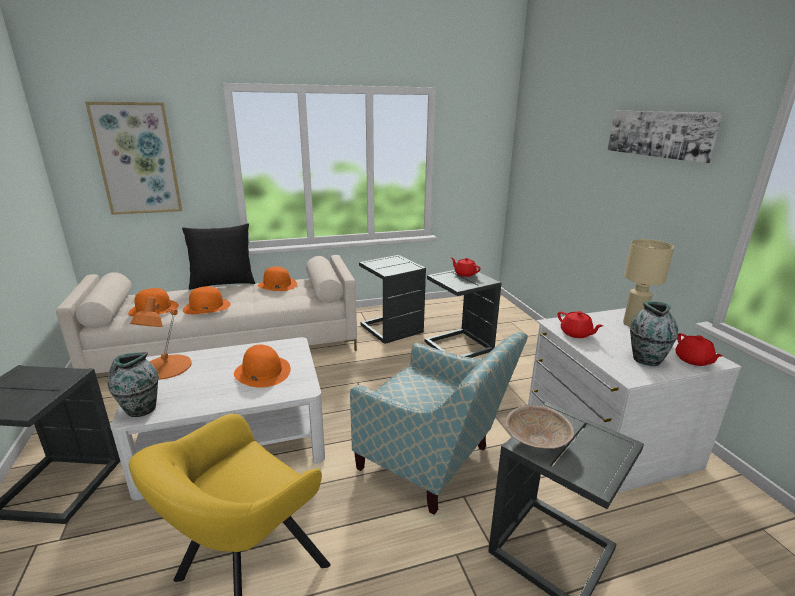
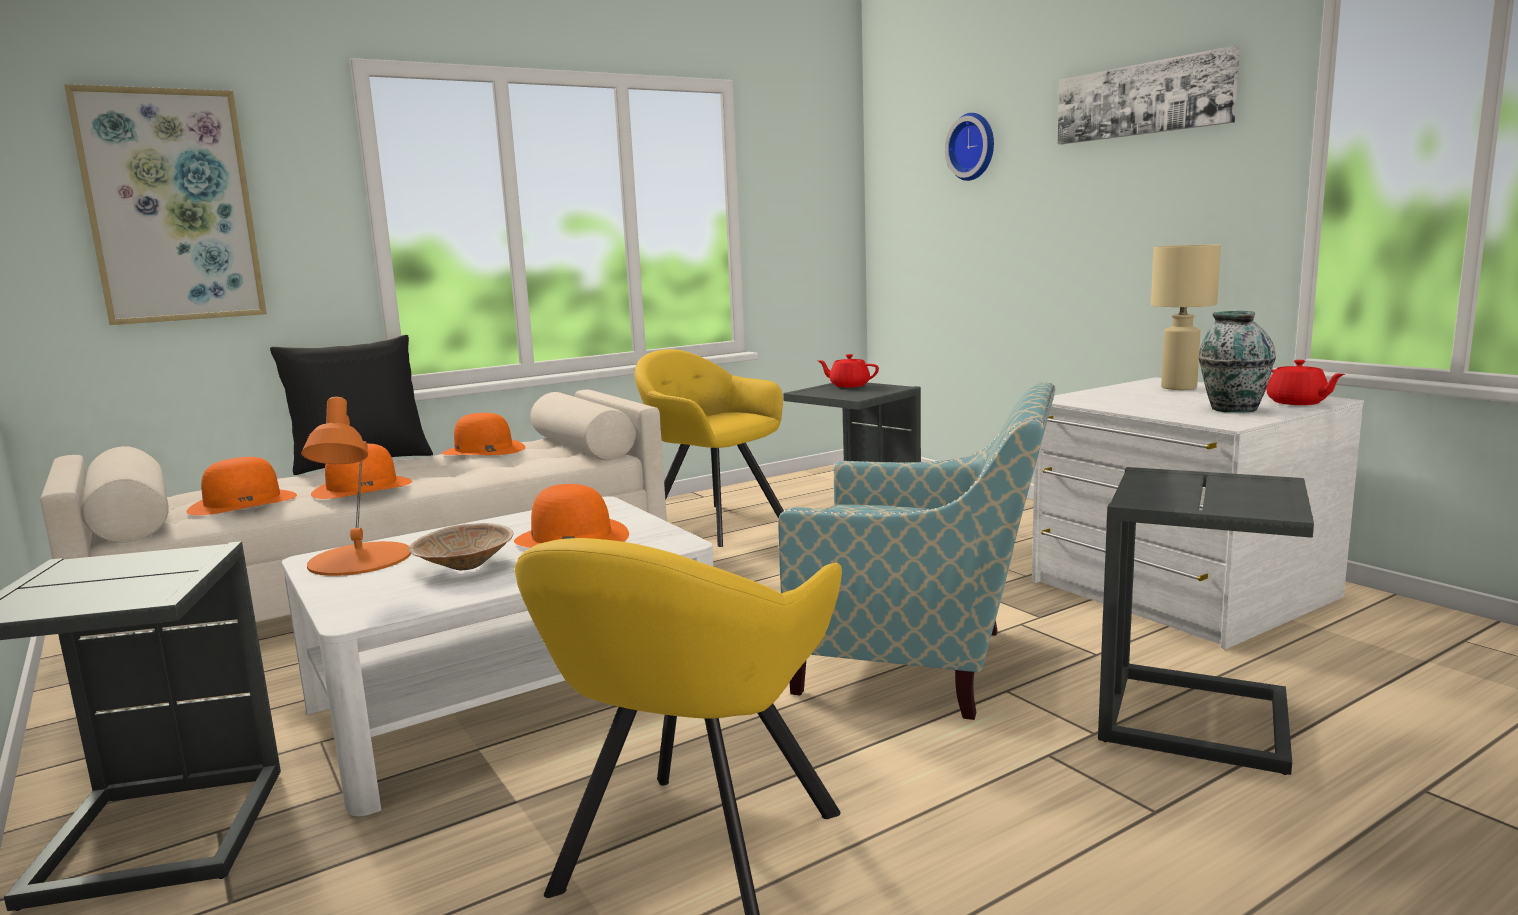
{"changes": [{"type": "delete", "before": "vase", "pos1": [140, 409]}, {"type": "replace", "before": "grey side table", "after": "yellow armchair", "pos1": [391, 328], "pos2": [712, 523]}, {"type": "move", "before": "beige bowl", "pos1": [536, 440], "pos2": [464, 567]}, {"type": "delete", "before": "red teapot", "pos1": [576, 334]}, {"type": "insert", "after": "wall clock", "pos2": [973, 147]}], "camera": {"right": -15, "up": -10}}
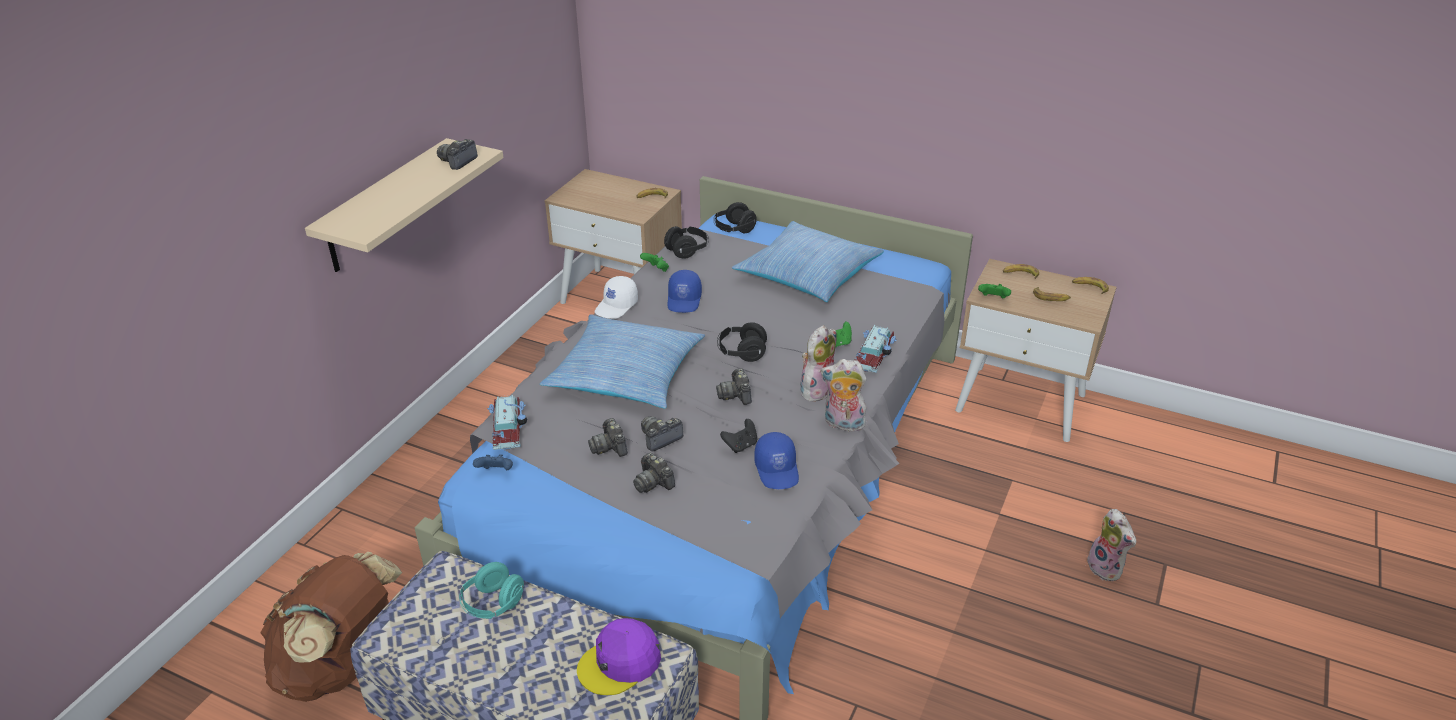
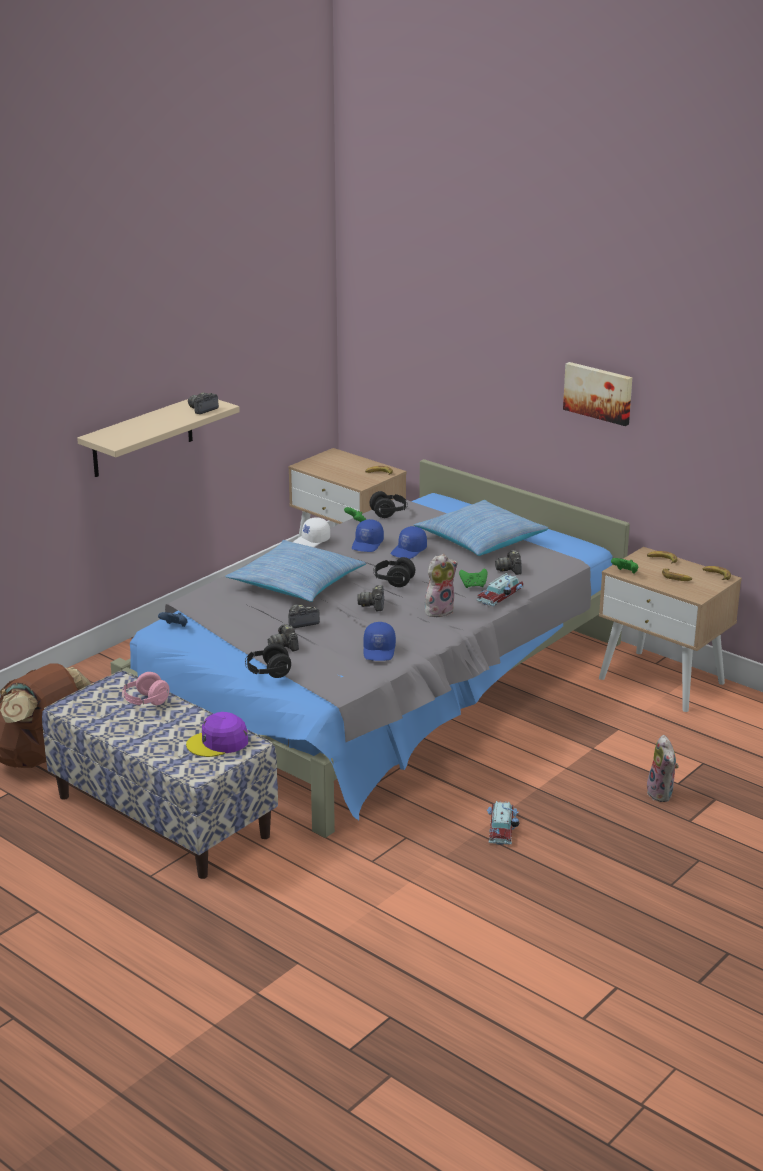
{"changes": [{"type": "recolor", "before": "turquoise headphones", "after": "pink headphones", "pos1": [493, 604], "pos2": [145, 702]}, {"type": "move", "before": "toy car", "pos1": [509, 426], "pos2": [502, 827]}, {"type": "move", "before": "photo camera", "pos1": [609, 447], "pos2": [509, 569]}, {"type": "move", "before": "black headphones", "pos1": [734, 230], "pos2": [268, 673]}, {"type": "delete", "before": "black game controller", "pos1": [741, 445]}, {"type": "delete", "before": "plush toy", "pos1": [842, 424]}, {"type": "insert", "after": "blue cap", "pos2": [409, 551]}, {"type": "insert", "after": "picture", "pos2": [599, 392]}], "camera": {"right": 15, "up": -10}}
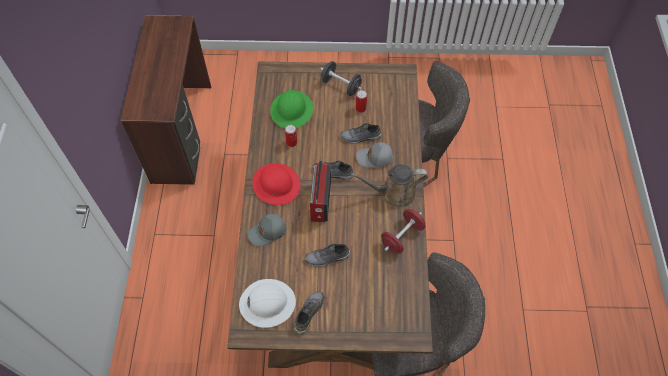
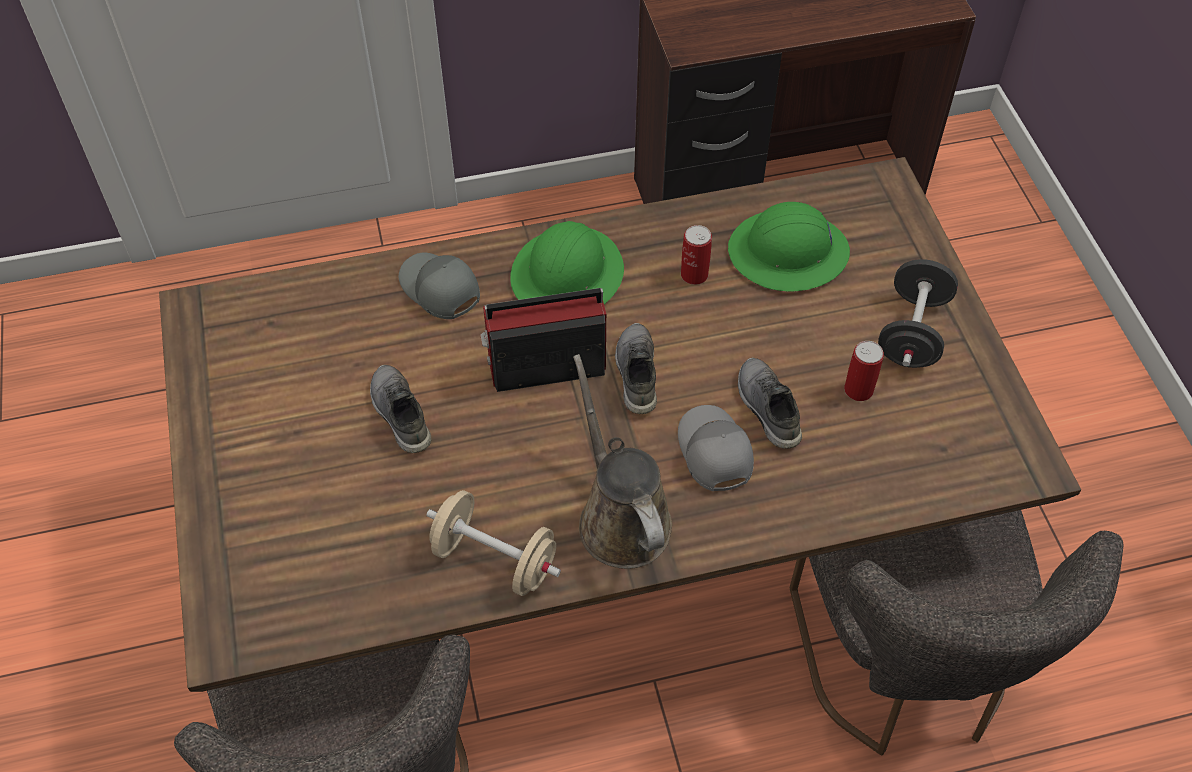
{"changes": [{"type": "delete", "before": "white hard hat", "pos1": [267, 303]}, {"type": "recolor", "before": "red hard hat", "after": "green hard hat", "pos1": [276, 184], "pos2": [568, 275]}, {"type": "delete", "before": "grey shoe", "pos1": [308, 313]}, {"type": "recolor", "before": "red dumbbell", "after": "beige dumbbell", "pos1": [402, 237], "pos2": [494, 559]}], "camera": {"right": 75, "up": -5}}
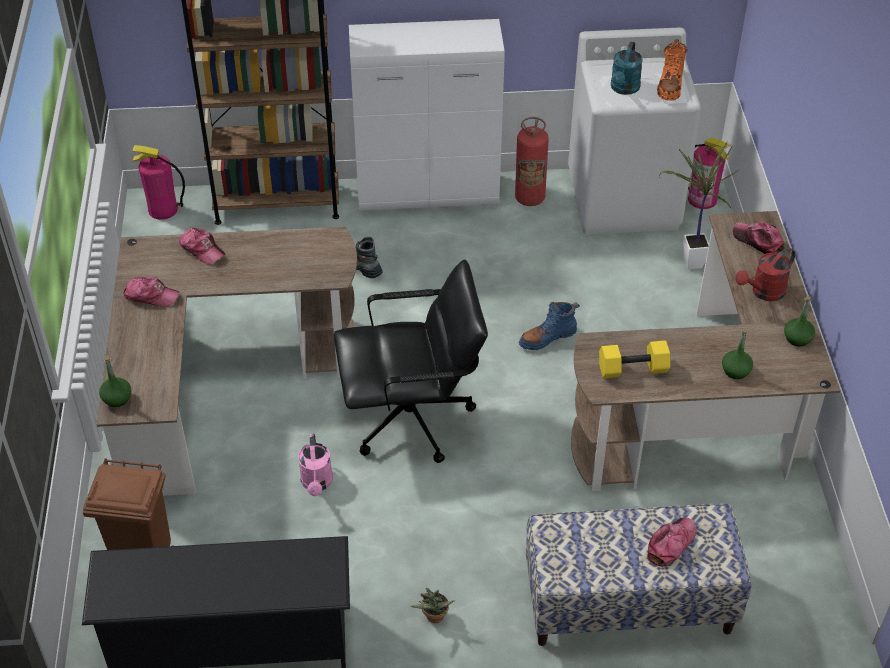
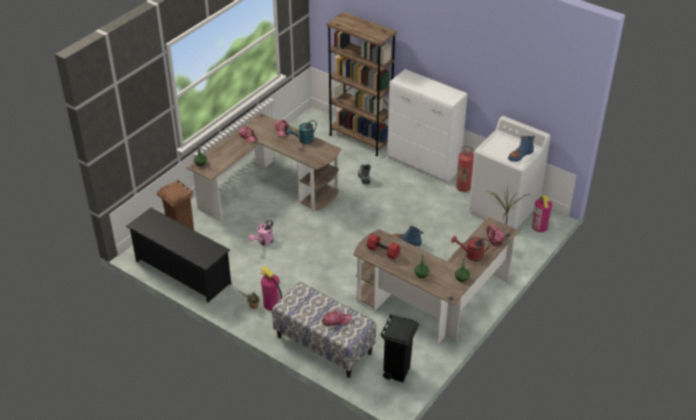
{"changes": [{"type": "move", "before": "fire extinguisher", "pos1": [163, 210], "pos2": [271, 304]}, {"type": "delete", "before": "black office chair", "pos1": [412, 419]}, {"type": "recolor", "before": "yellow dumbbell", "after": "red dumbbell", "pos1": [632, 370], "pos2": [382, 251]}, {"type": "move", "before": "turquoise watering can", "pos1": [624, 89], "pos2": [303, 140]}, {"type": "recolor", "before": "orange boot", "after": "blue boot", "pos1": [670, 85], "pos2": [520, 156]}, {"type": "insert", "after": "black trash can", "pos2": [397, 372]}], "camera": {"right": 40, "up": -5}}
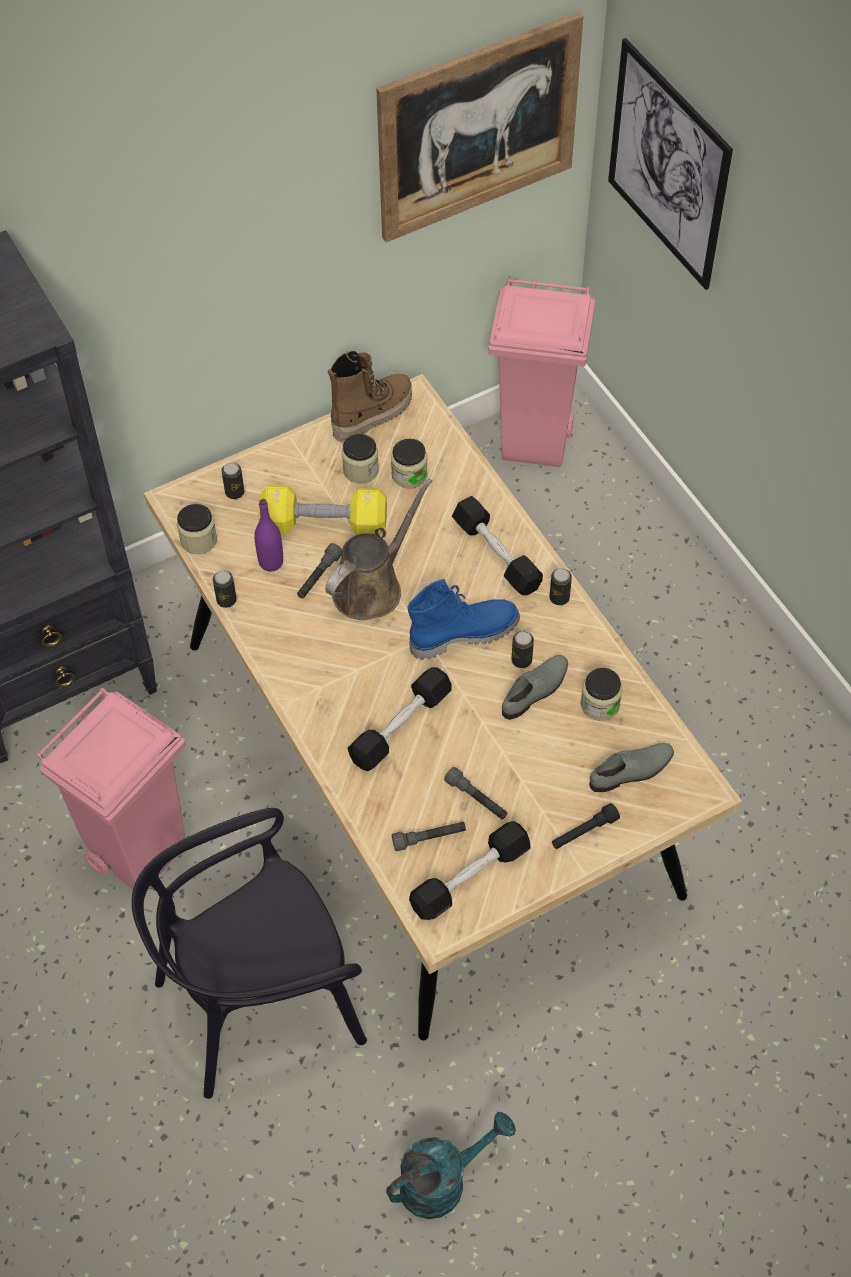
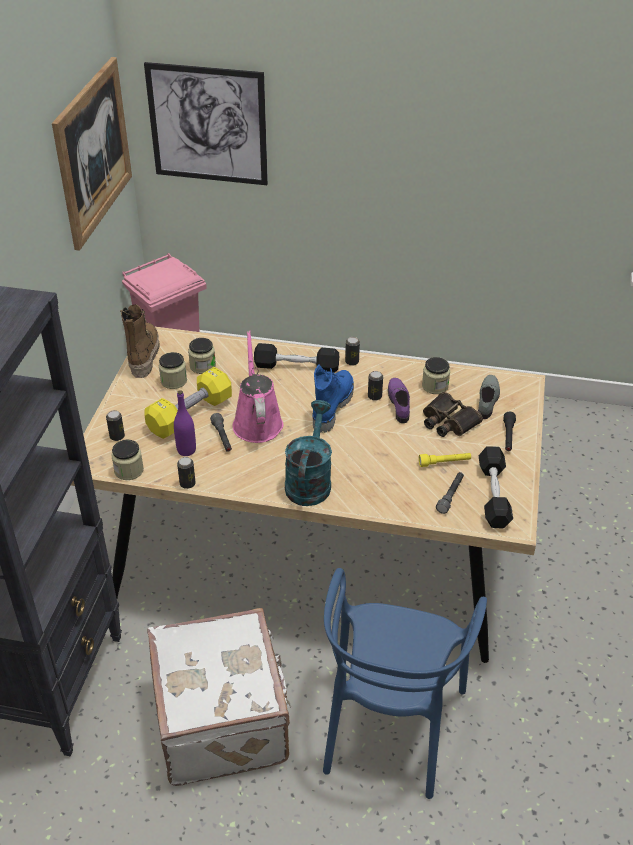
{"changes": [{"type": "replace", "before": "pink trash can", "after": "white suitcase", "pos1": [141, 852], "pos2": [223, 719]}, {"type": "recolor", "before": "black chair", "after": "blue chair", "pos1": [260, 1003], "pos2": [390, 726]}, {"type": "recolor", "before": "brown watering can", "after": "pink watering can", "pos1": [372, 587], "pos2": [257, 421]}, {"type": "delete", "before": "black dumbbell", "pos1": [400, 727]}, {"type": "move", "before": "turquoise watering can", "pos1": [443, 1180], "pos2": [309, 481]}, {"type": "recolor", "before": "grey flashlight", "after": "yellow flashlight", "pos1": [476, 799], "pos2": [444, 463]}, {"type": "recolor", "before": "grey shoe", "after": "purple shoe", "pos1": [536, 690], "pos2": [400, 402]}, {"type": "insert", "after": "binoculars", "pos2": [447, 421]}], "camera": {"right": -50, "up": -15}}
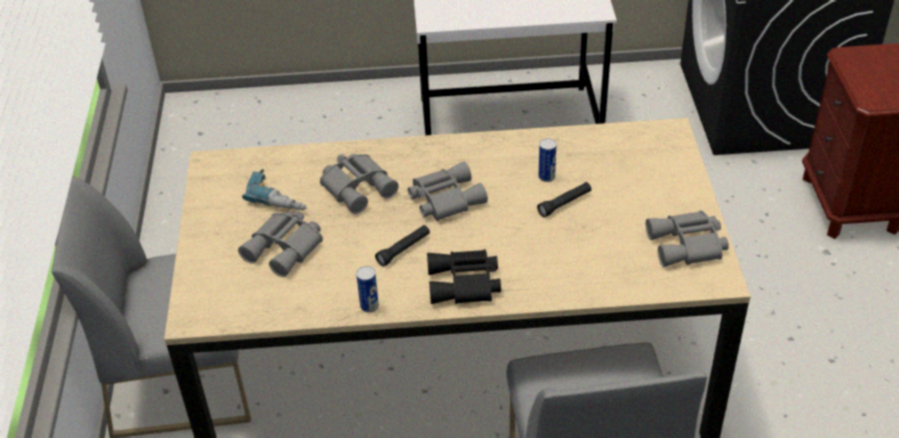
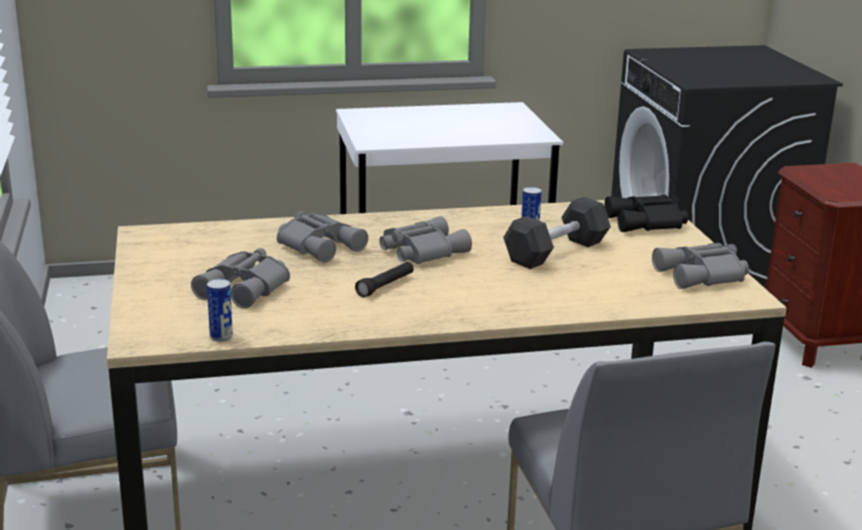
{"changes": [{"type": "delete", "before": "power drill", "pos1": [280, 197]}, {"type": "move", "before": "can", "pos1": [369, 306], "pos2": [221, 337]}, {"type": "move", "before": "black binoculars", "pos1": [465, 284], "pos2": [647, 223]}, {"type": "replace", "before": "black flashlight", "after": "black dumbbell", "pos1": [564, 204], "pos2": [556, 251]}], "camera": {"right": -10, "up": -20}}
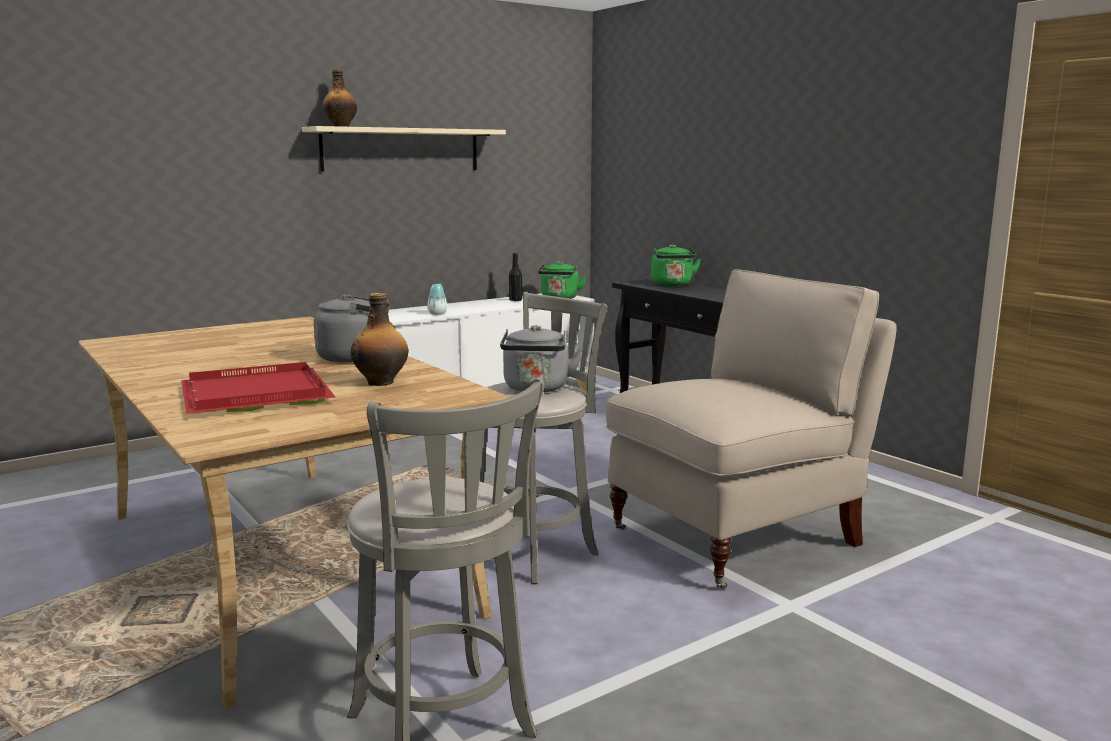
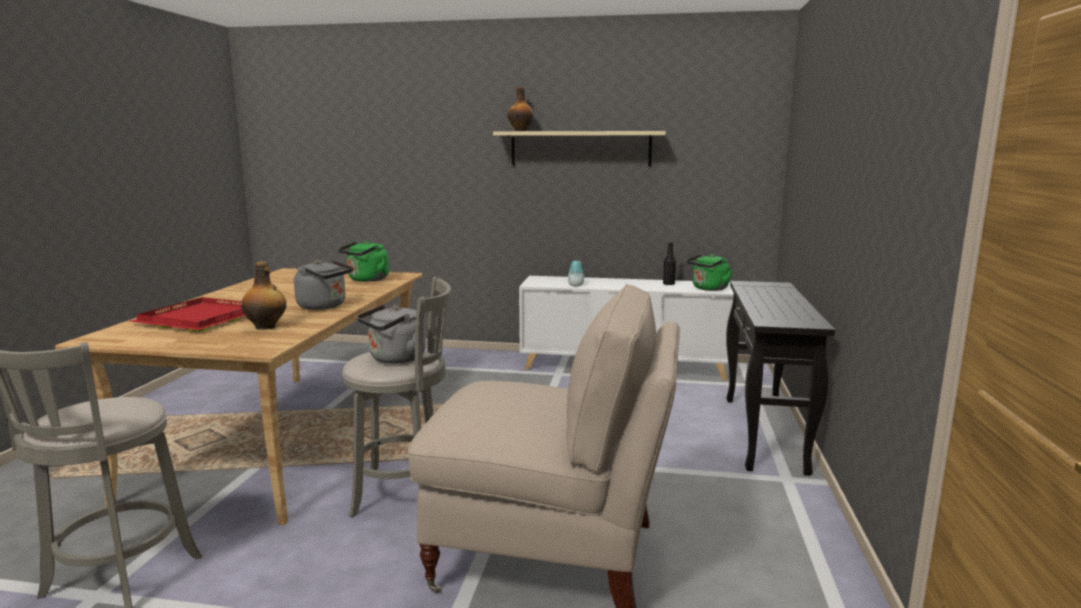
{"changes": [{"type": "move", "before": "green kettle", "pos1": [672, 285], "pos2": [366, 280]}], "camera": {"right": 45, "up": 0}}
